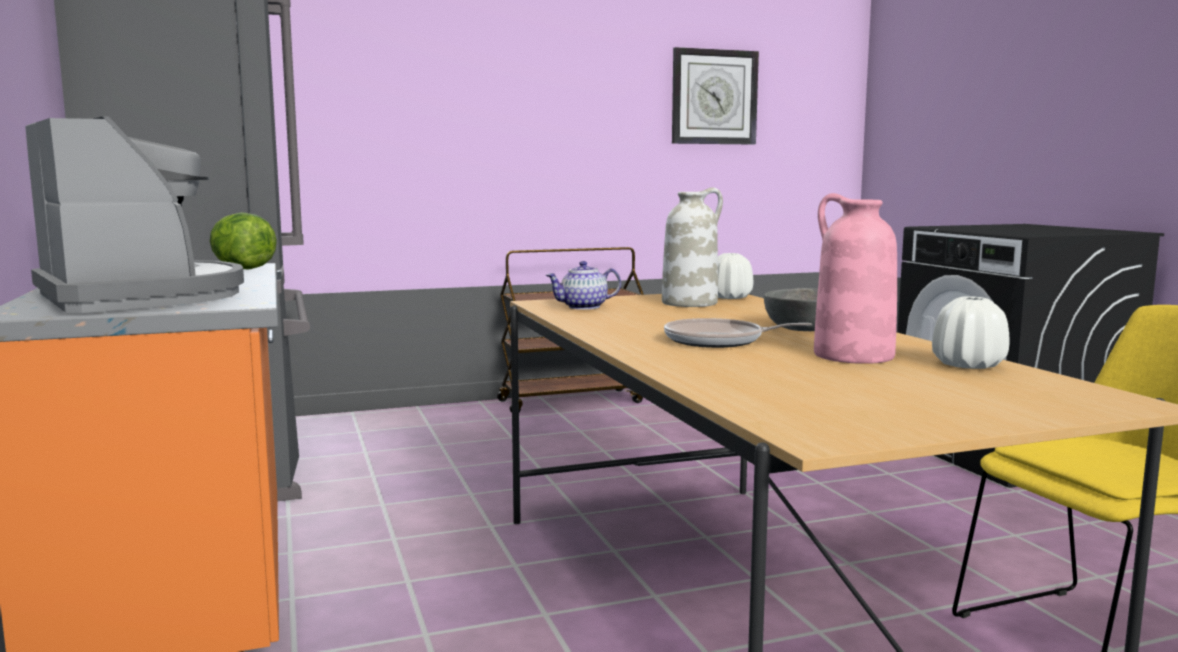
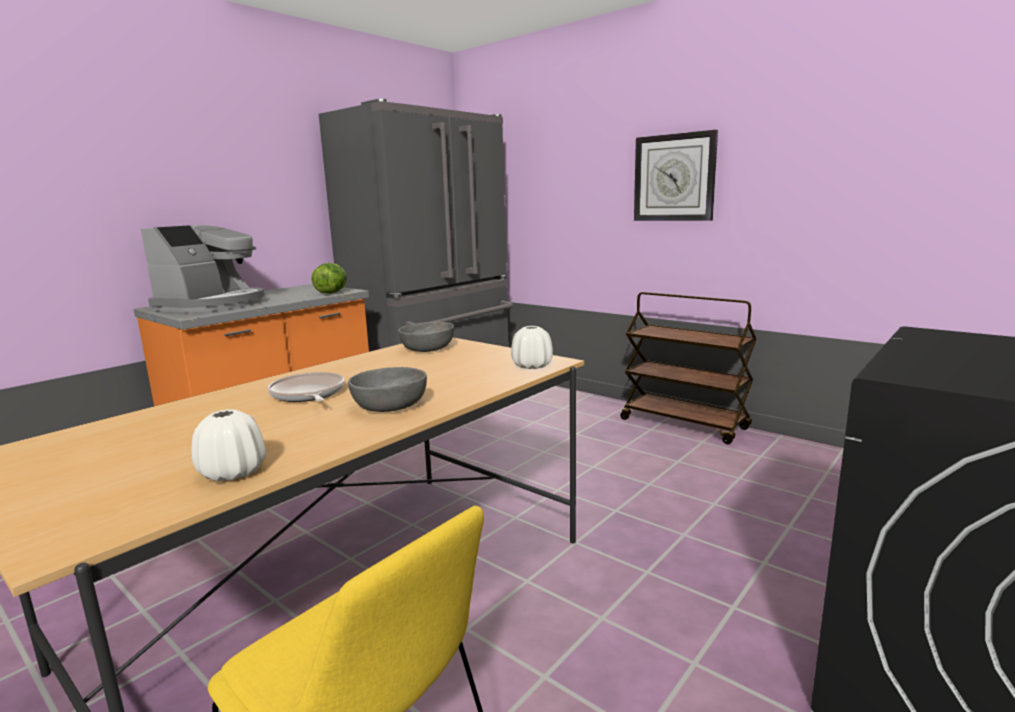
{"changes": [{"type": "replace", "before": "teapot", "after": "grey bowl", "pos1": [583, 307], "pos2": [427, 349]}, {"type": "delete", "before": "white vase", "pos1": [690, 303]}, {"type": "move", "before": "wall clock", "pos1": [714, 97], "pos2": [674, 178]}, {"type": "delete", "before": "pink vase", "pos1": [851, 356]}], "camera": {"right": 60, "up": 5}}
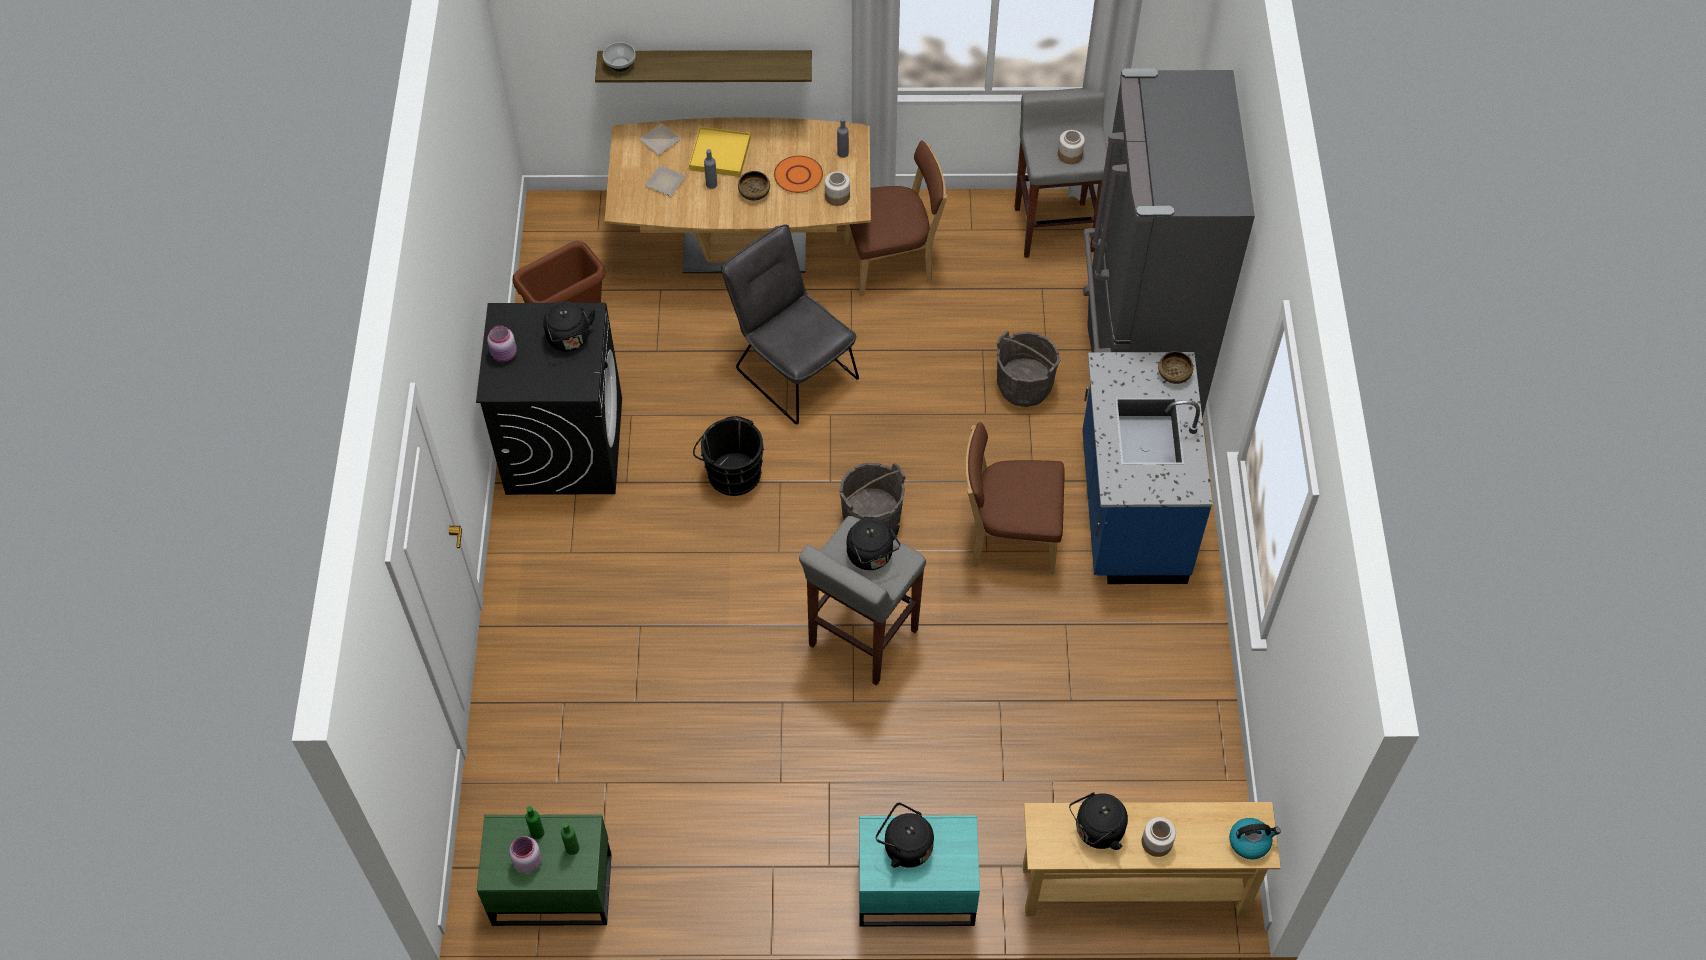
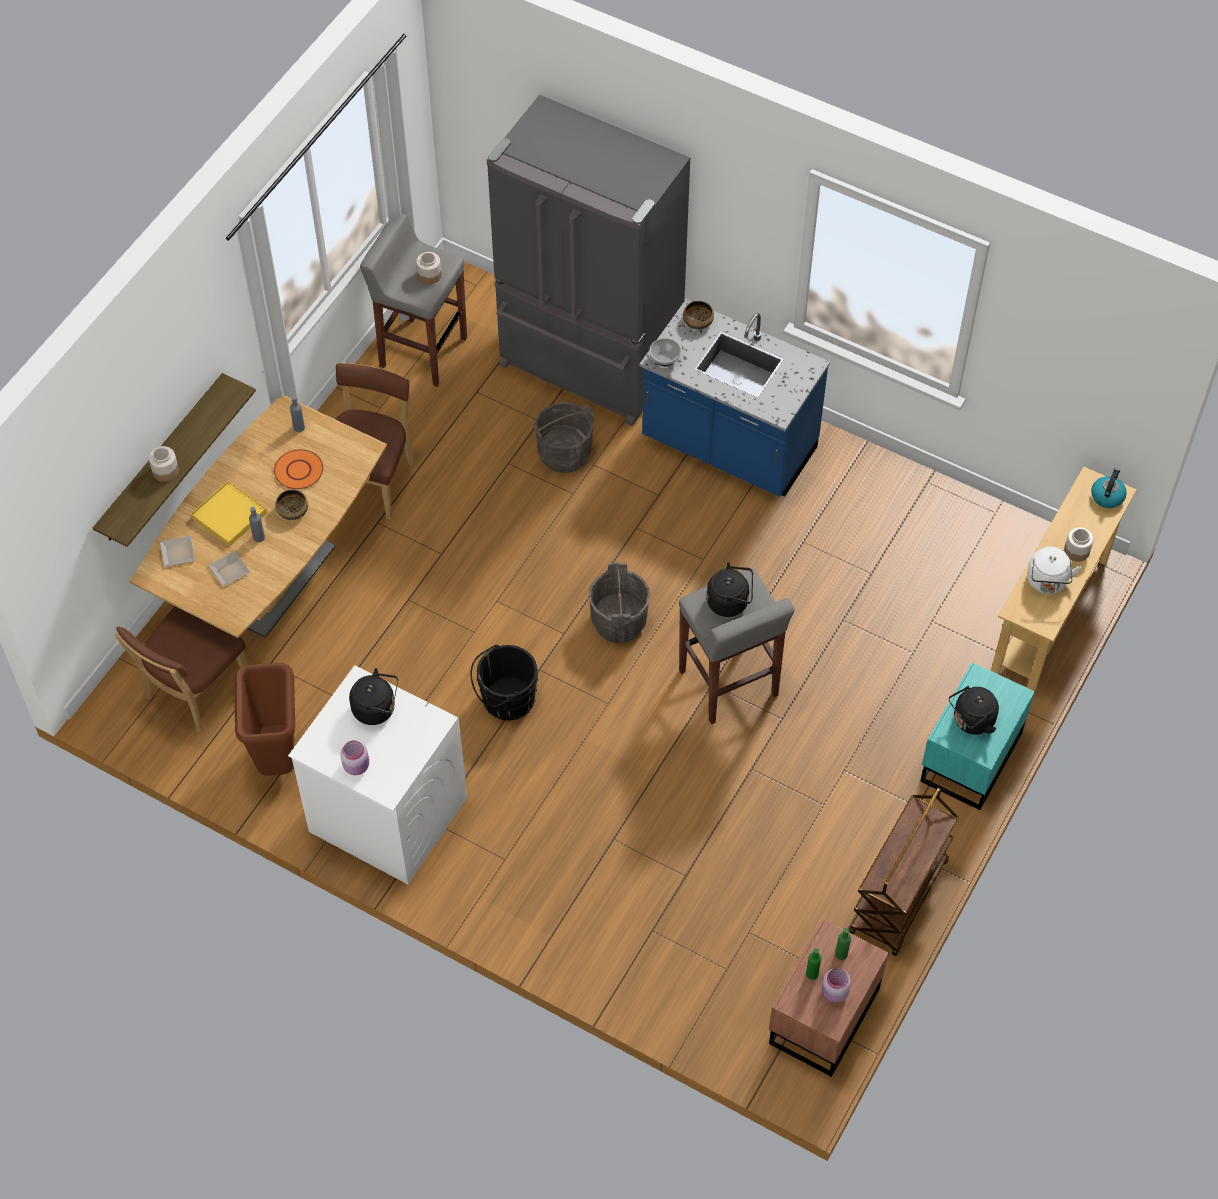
{"changes": [{"type": "recolor", "before": "black washing machine", "after": "white washing machine", "pos1": [564, 445], "pos2": [387, 814]}, {"type": "recolor", "before": "green nightstand", "after": "brown nightstand", "pos1": [550, 887], "pos2": [821, 1016]}, {"type": "move", "before": "bowl", "pos1": [620, 65], "pos2": [665, 360]}, {"type": "delete", "before": "grey chair", "pos1": [791, 369]}, {"type": "move", "before": "jar", "pos1": [837, 196], "pos2": [165, 471]}, {"type": "move", "before": "brown chair", "pos1": [1009, 537], "pos2": [194, 692]}, {"type": "recolor", "before": "black kettle", "after": "white kettle", "pos1": [1096, 831], "pos2": [1047, 582]}, {"type": "insert", "after": "brown cart", "pos2": [899, 898]}], "camera": {"right": -60, "up": 0}}
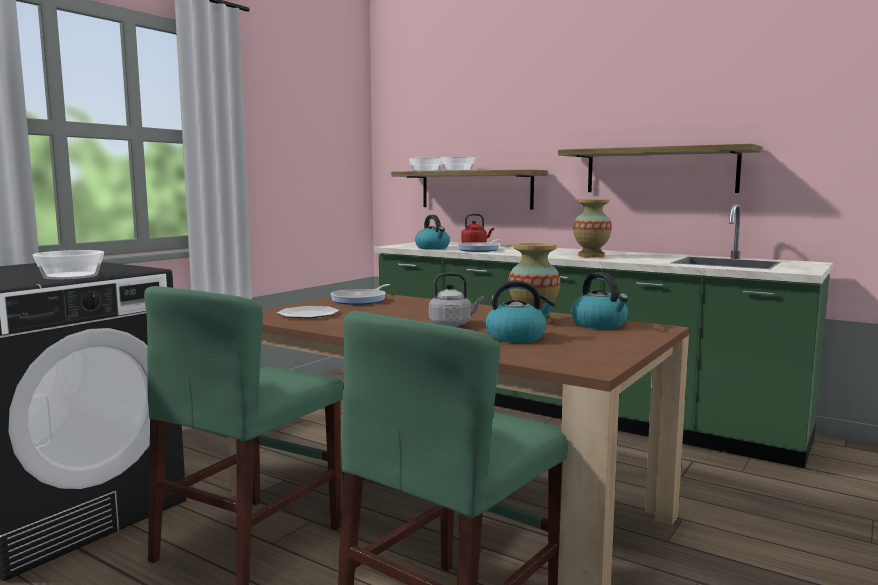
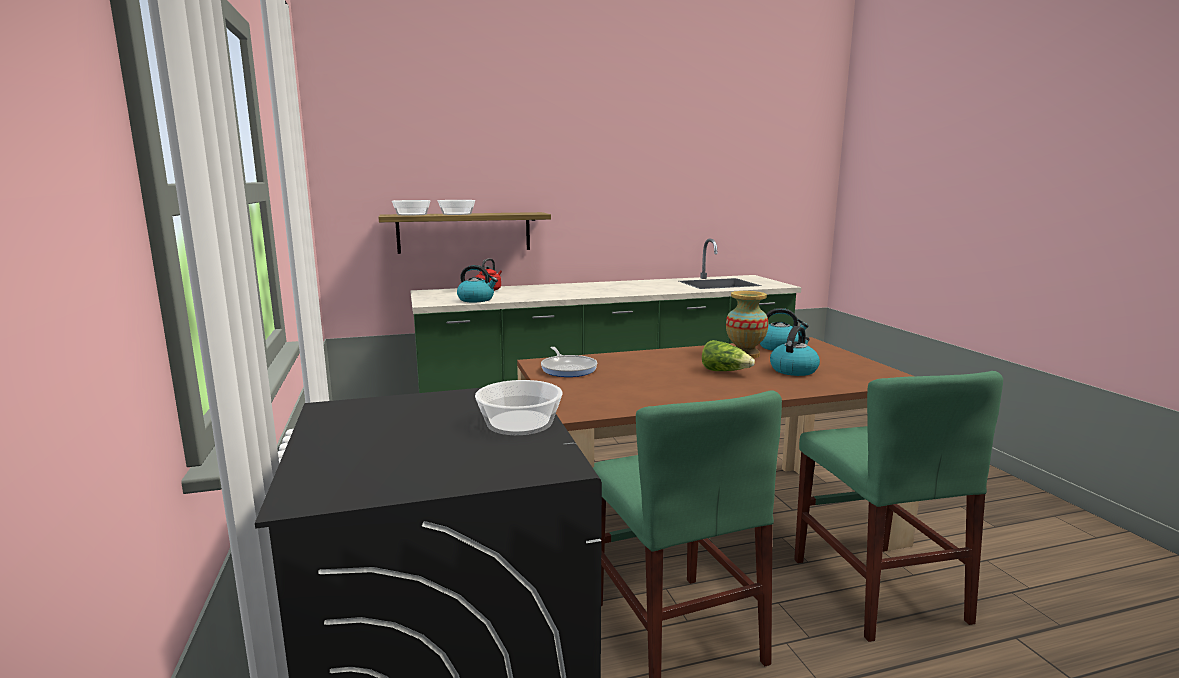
{"changes": [{"type": "delete", "before": "plate", "pos1": [308, 314]}, {"type": "replace", "before": "grey kettle", "after": "lettuce", "pos1": [452, 324], "pos2": [725, 371]}, {"type": "delete", "before": "frying pan", "pos1": [480, 249]}, {"type": "delete", "before": "shelf", "pos1": [660, 170]}, {"type": "delete", "before": "vase", "pos1": [591, 256]}], "camera": {"right": -50, "up": 5}}
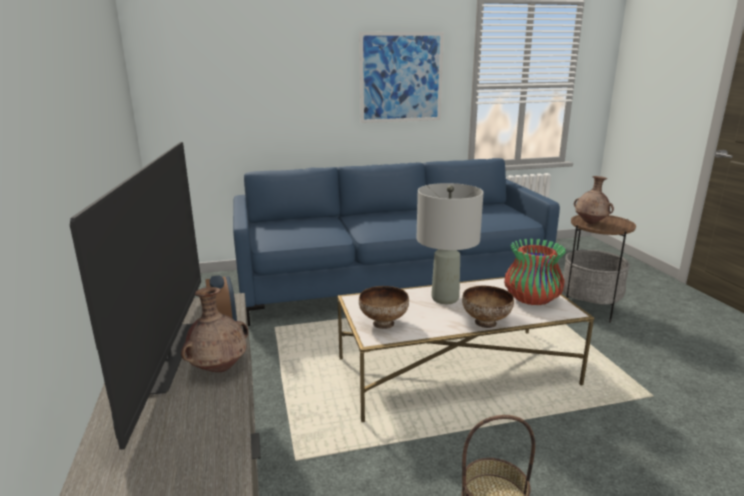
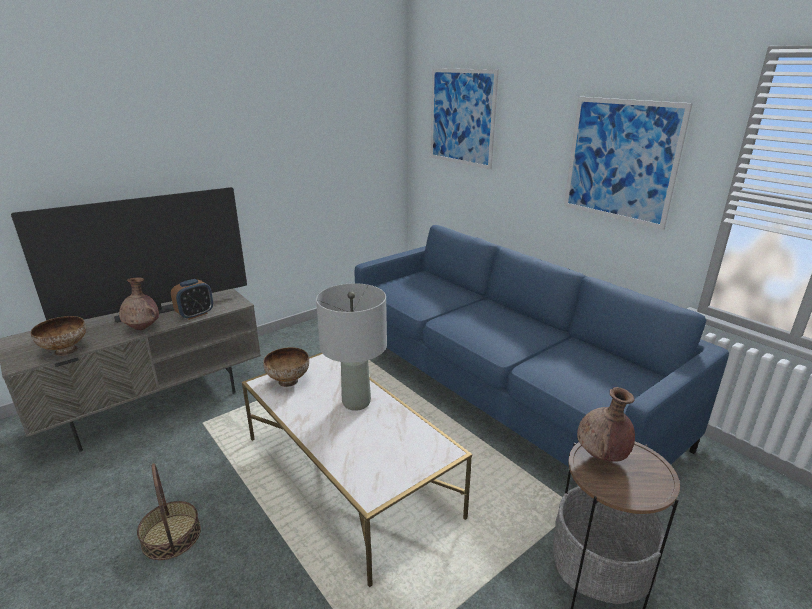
{"changes": [{"type": "move", "before": "bowl", "pos1": [485, 323], "pos2": [65, 350]}, {"type": "delete", "before": "vase", "pos1": [531, 299]}, {"type": "insert", "after": "picture", "pos2": [462, 117]}], "camera": {"right": 65, "up": 5}}
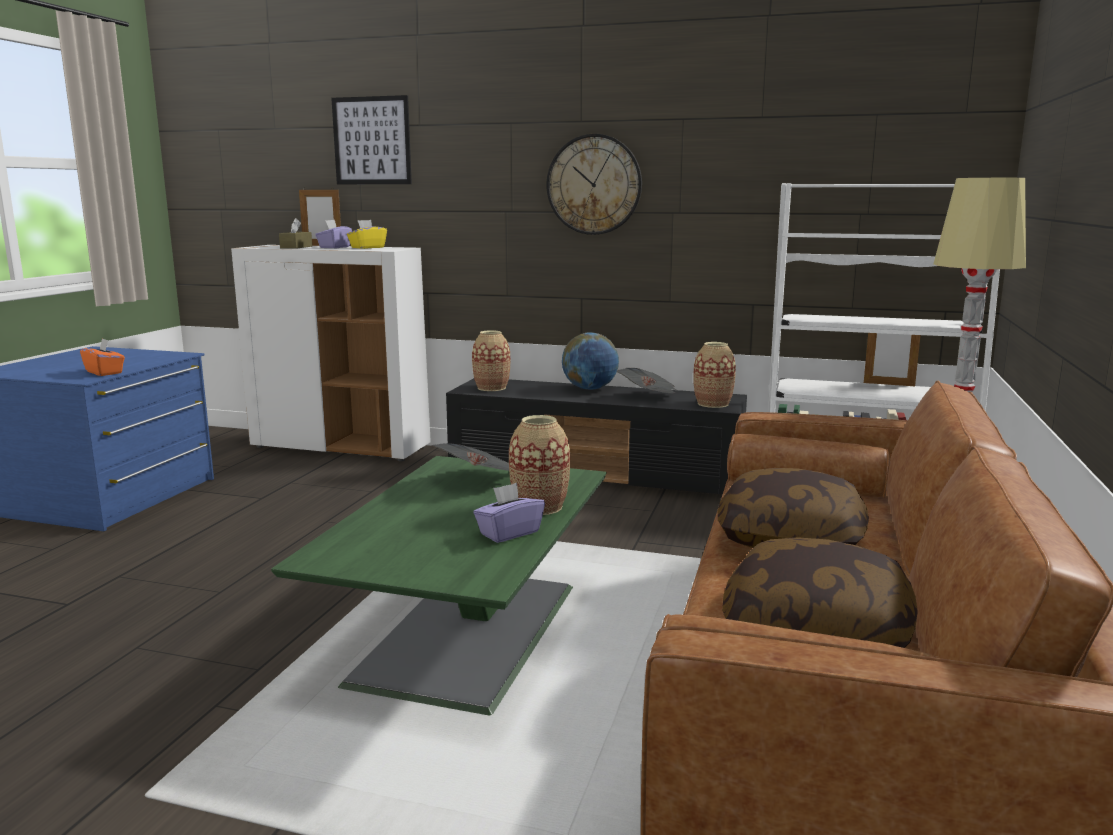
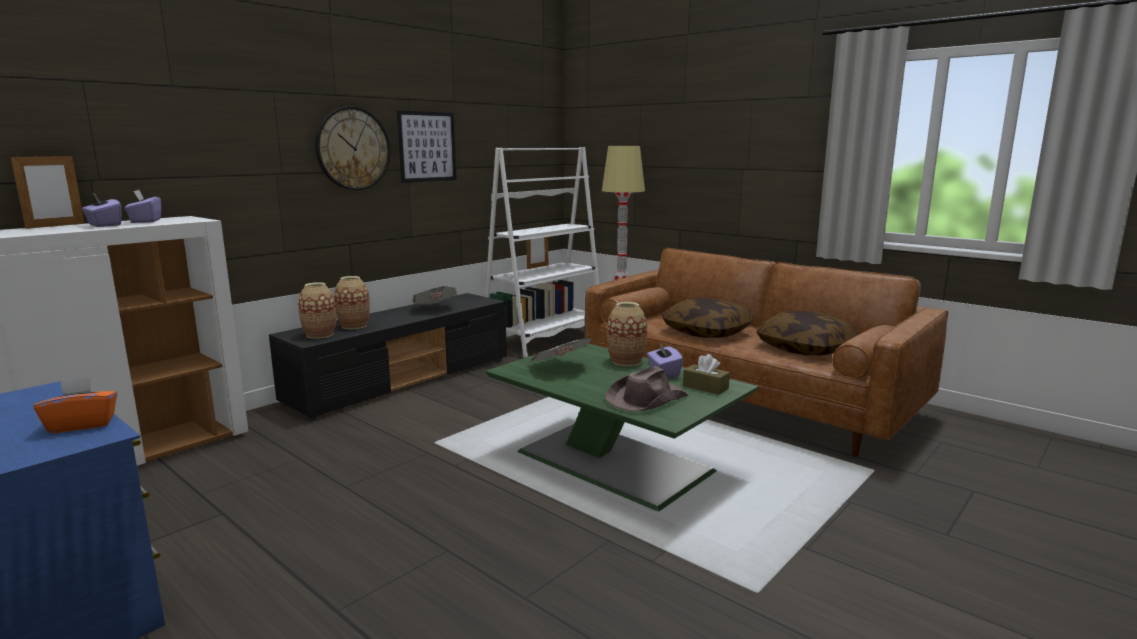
{"changes": [{"type": "move", "before": "brown tissue box", "pos1": [296, 247], "pos2": [705, 387]}, {"type": "move", "before": "picture", "pos1": [372, 141], "pos2": [427, 147]}, {"type": "recolor", "before": "yellow tissue box", "after": "purple tissue box", "pos1": [367, 247], "pos2": [145, 221]}, {"type": "delete", "before": "globe", "pos1": [590, 389]}, {"type": "move", "before": "vase", "pos1": [712, 404], "pos2": [354, 326]}, {"type": "insert", "after": "brown hat", "pos2": [646, 399]}], "camera": {"right": -65, "up": 0}}
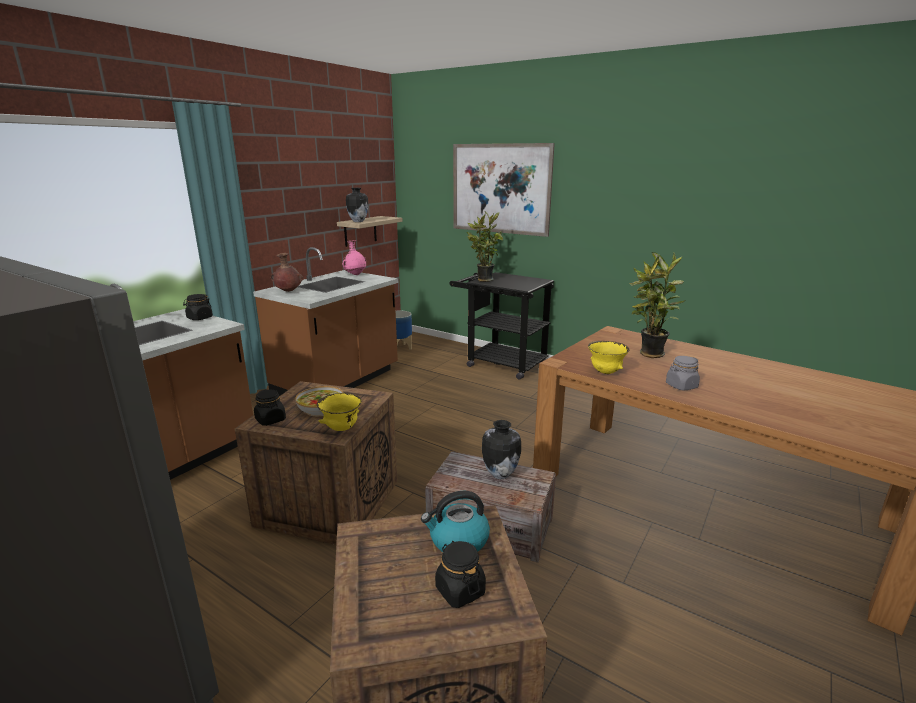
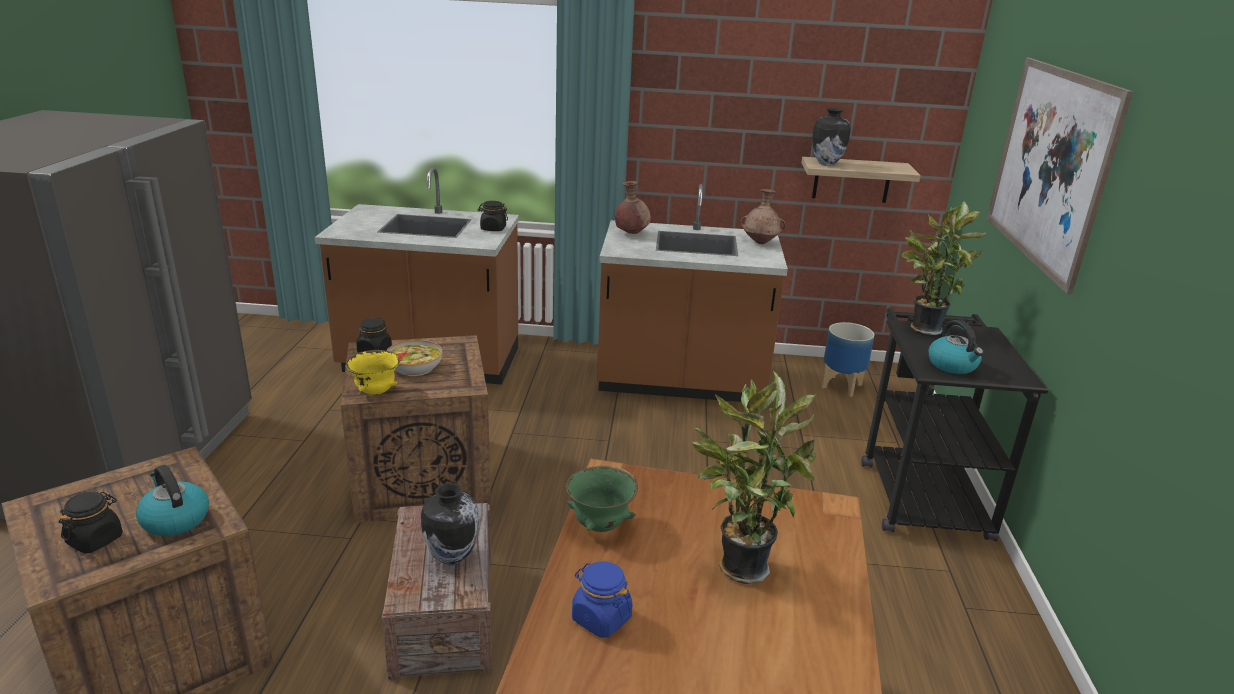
{"changes": [{"type": "recolor", "before": "pink vase", "after": "brown vase", "pos1": [355, 274], "pos2": [761, 242]}, {"type": "recolor", "before": "yellow bowl", "after": "green bowl", "pos1": [605, 372], "pos2": [601, 526]}, {"type": "recolor", "before": "grey jar", "after": "blue jar", "pos1": [681, 386], "pos2": [601, 618]}, {"type": "insert", "after": "kettle", "pos2": [953, 365]}], "camera": {"right": 60, "up": 5}}
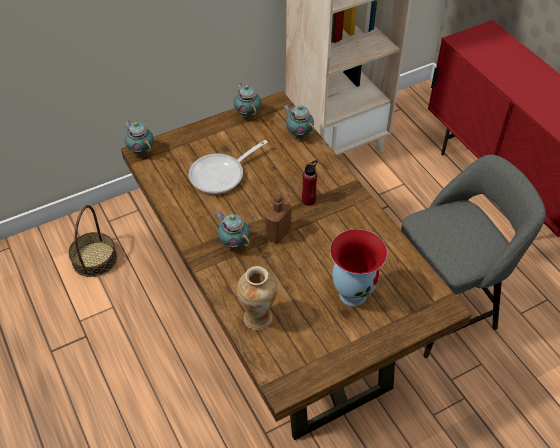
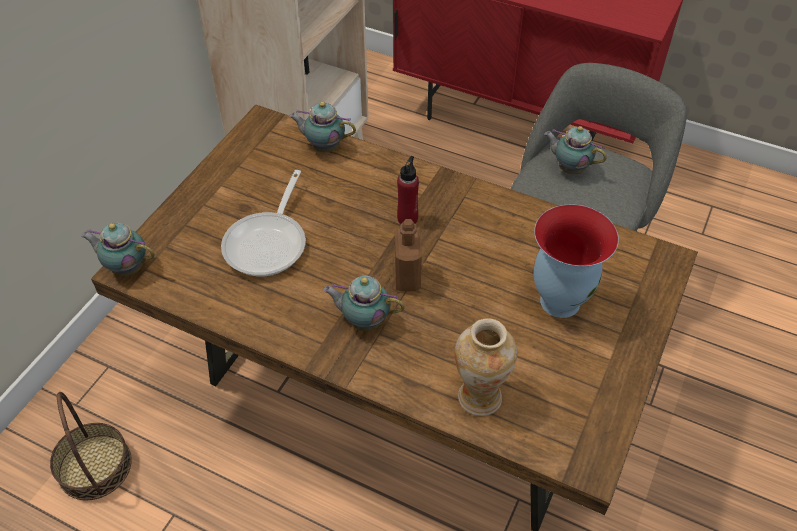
{"changes": [{"type": "move", "before": "teapot", "pos1": [247, 114], "pos2": [569, 168]}], "camera": {"right": -35, "up": 0}}
